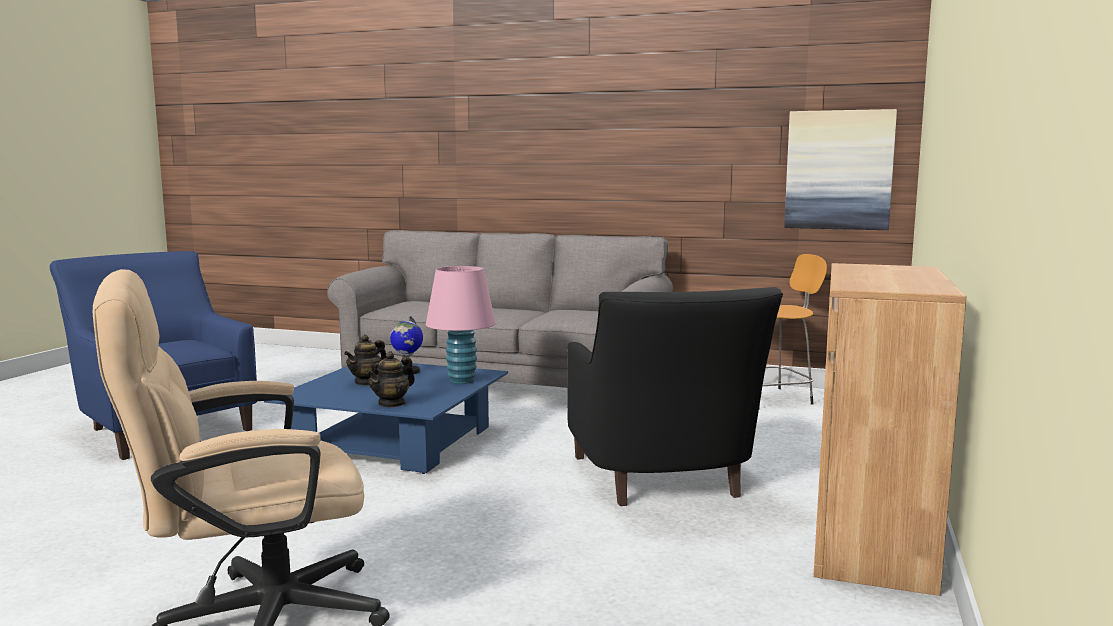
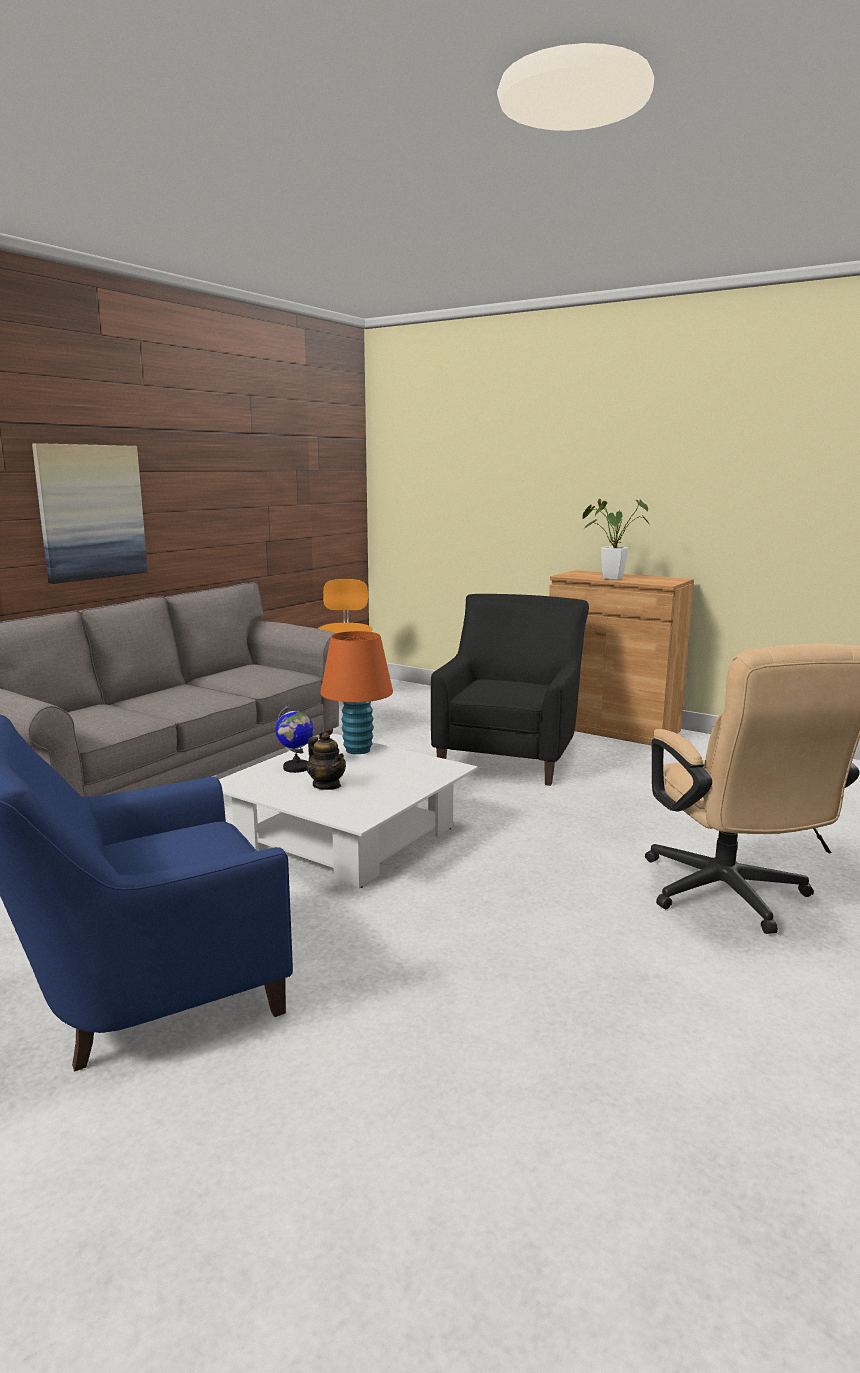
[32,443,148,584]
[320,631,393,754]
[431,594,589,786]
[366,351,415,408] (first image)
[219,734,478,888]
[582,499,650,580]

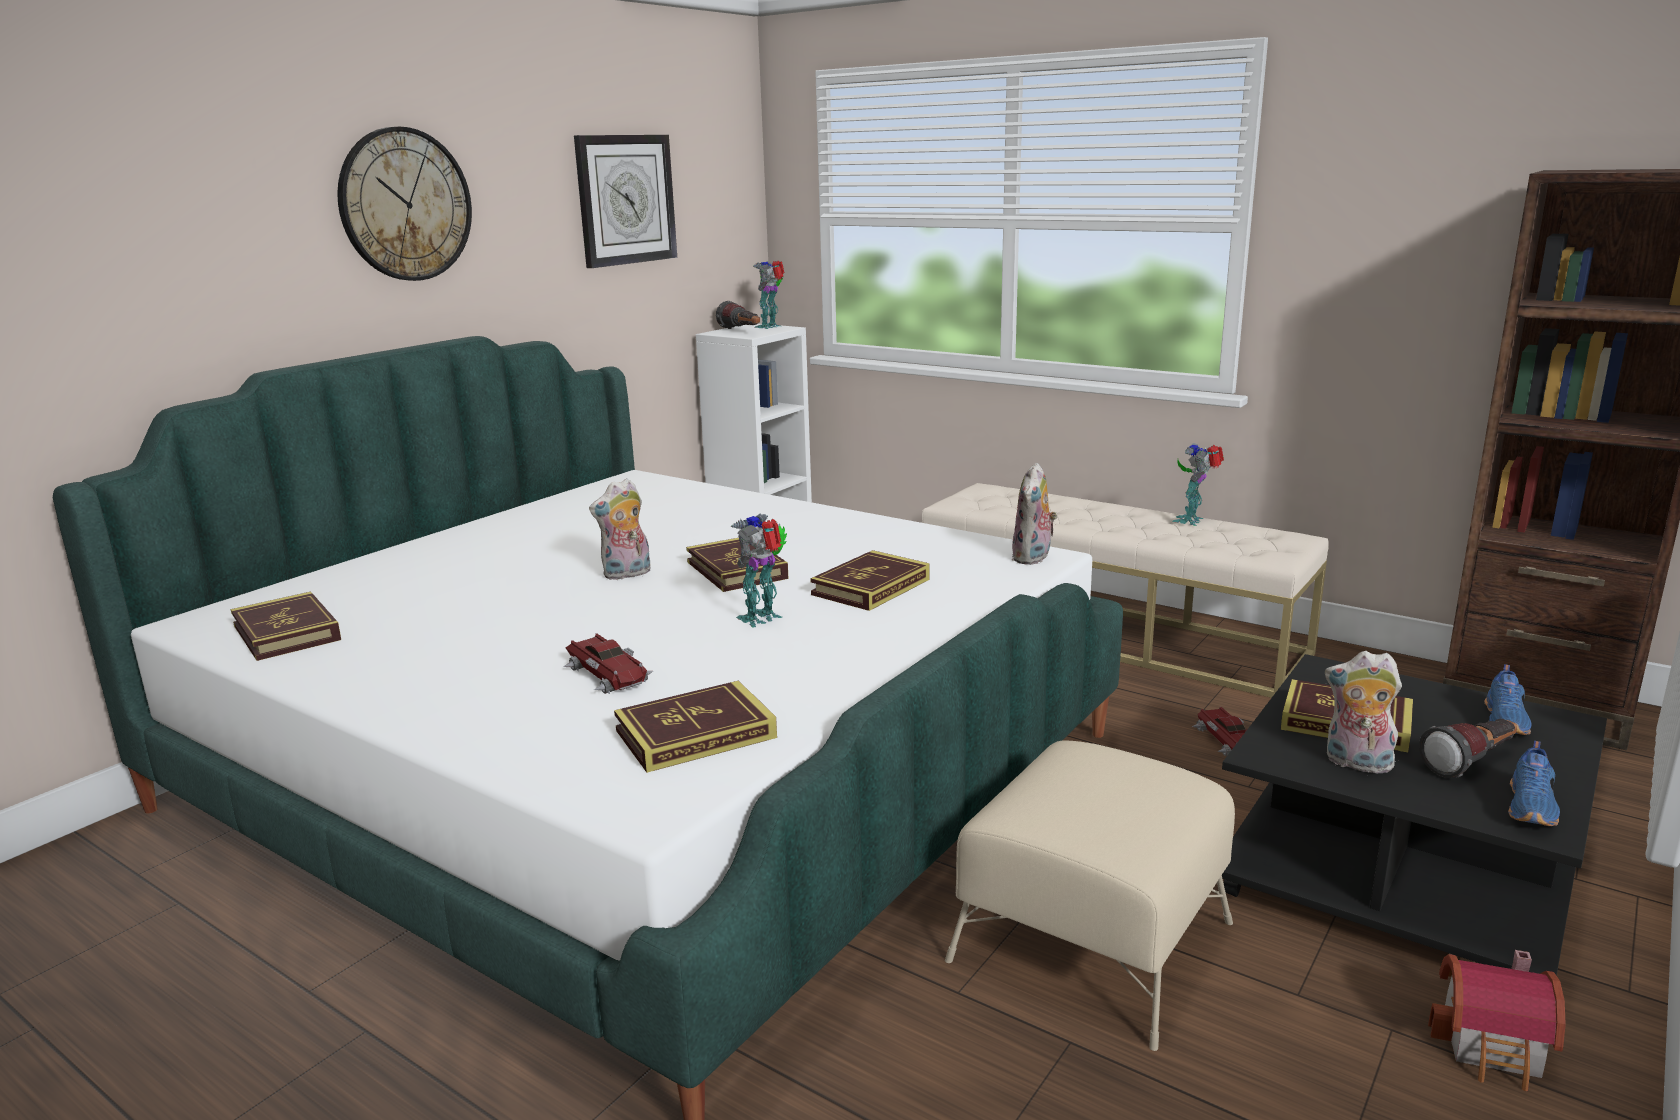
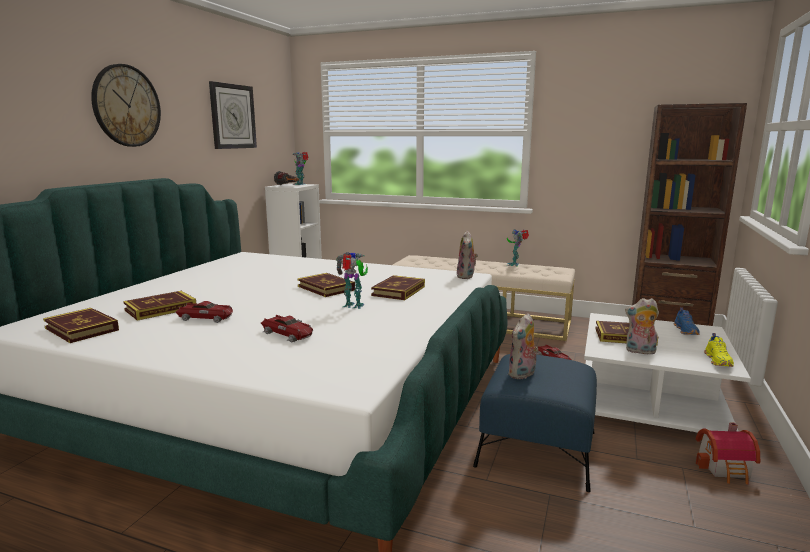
[508,313,539,380]
[336,252,368,309]
[584,313,751,433]
[123,291,196,321]
[1419,719,1517,778] (first image)
[473,354,597,492]
[704,333,734,367]
[176,301,233,323]

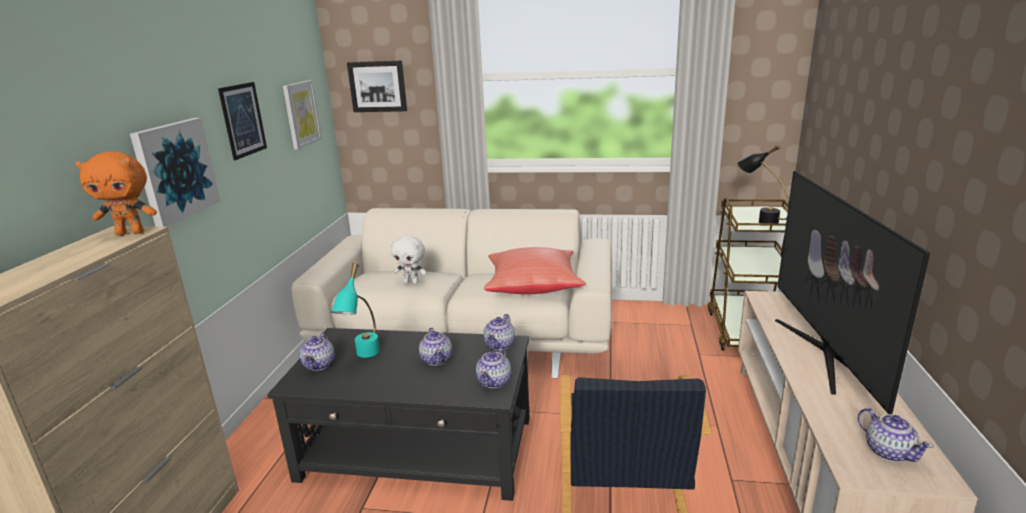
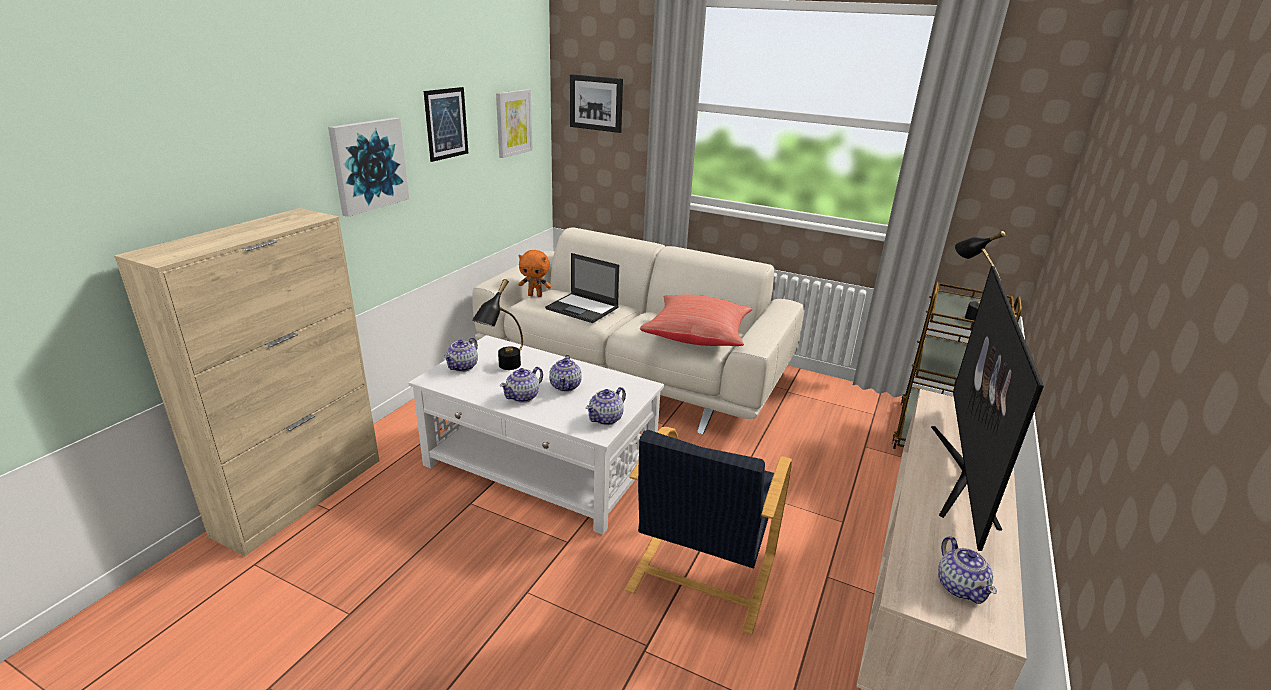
[518,250,551,297]
[545,253,619,323]
[472,279,523,370]
[500,367,543,403]
[409,335,664,535]

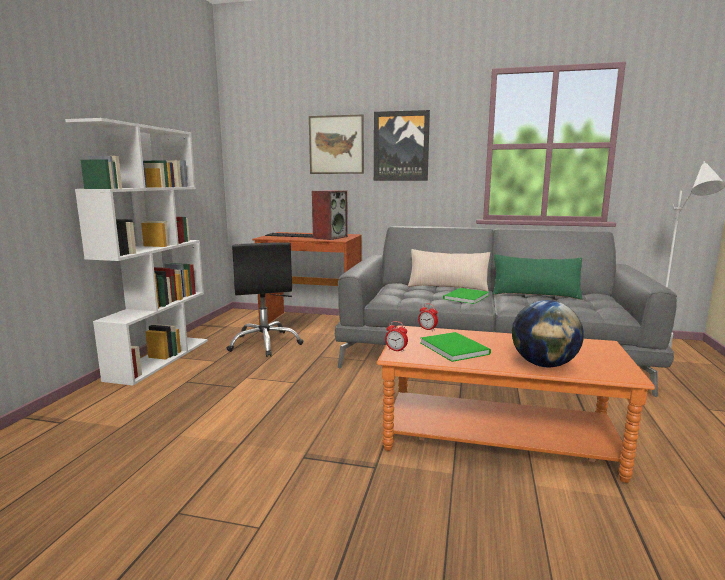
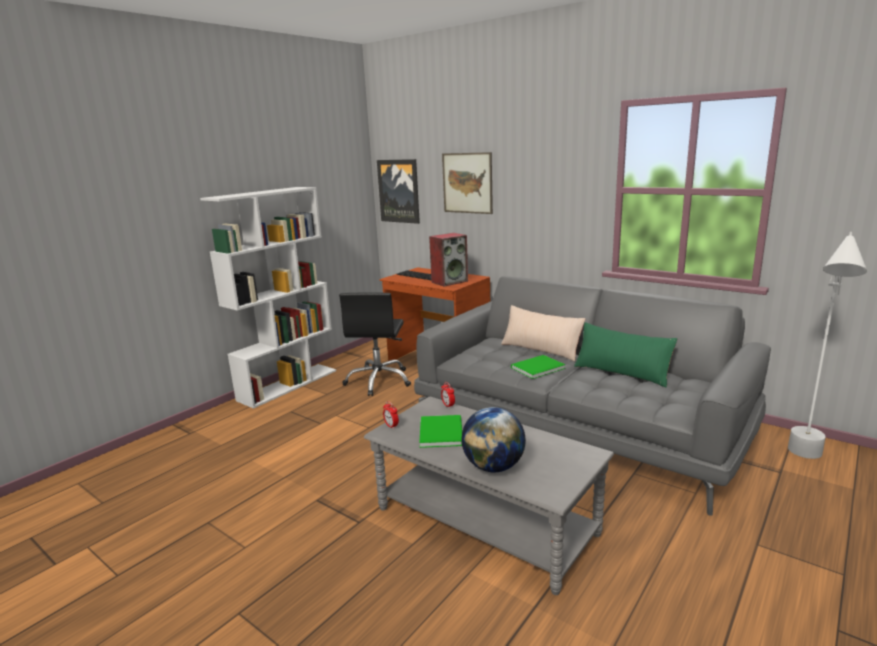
[377,159,420,224]
[364,397,614,595]

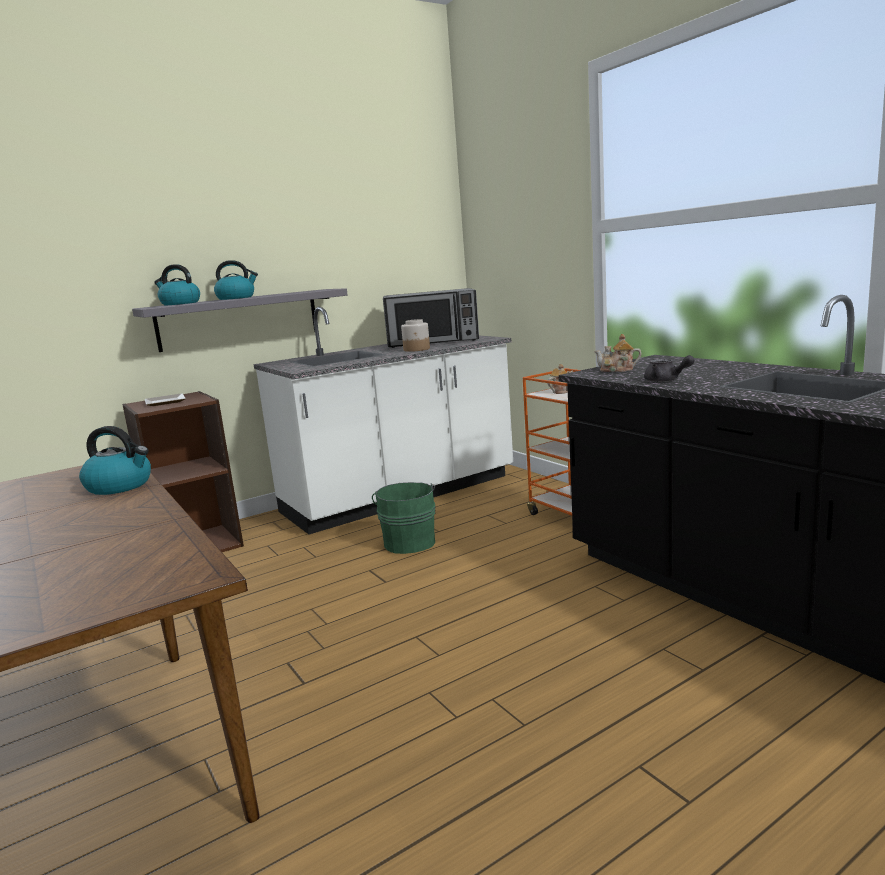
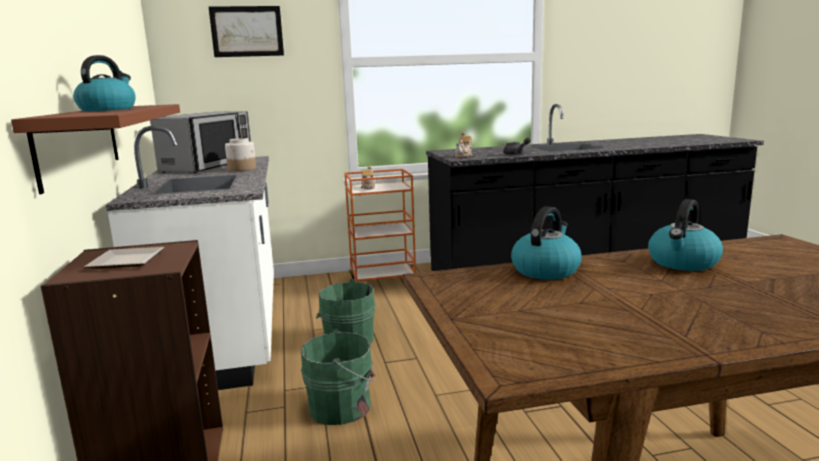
[648,199,723,271]
[11,104,180,194]
[209,6,284,57]
[301,329,375,425]

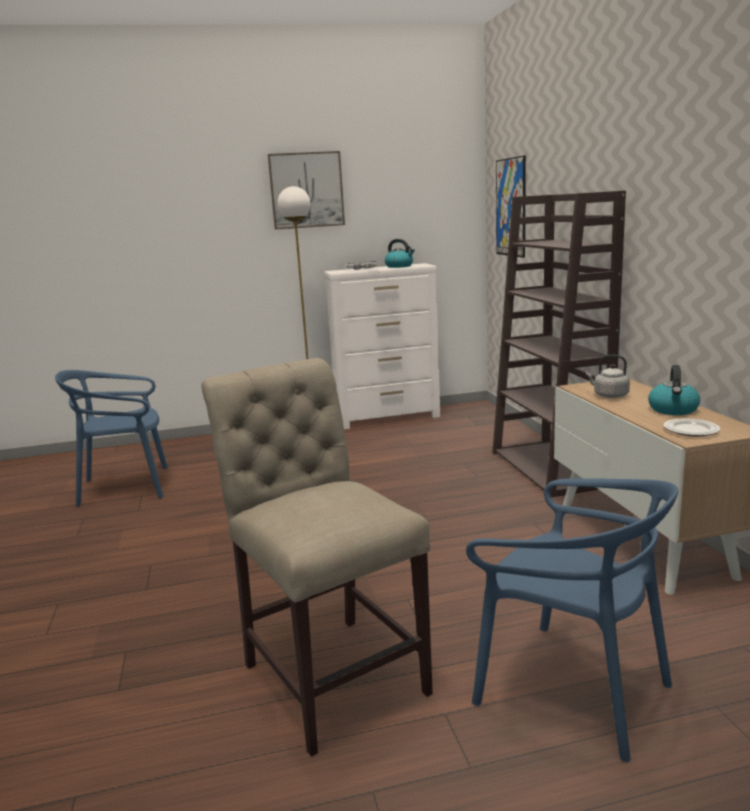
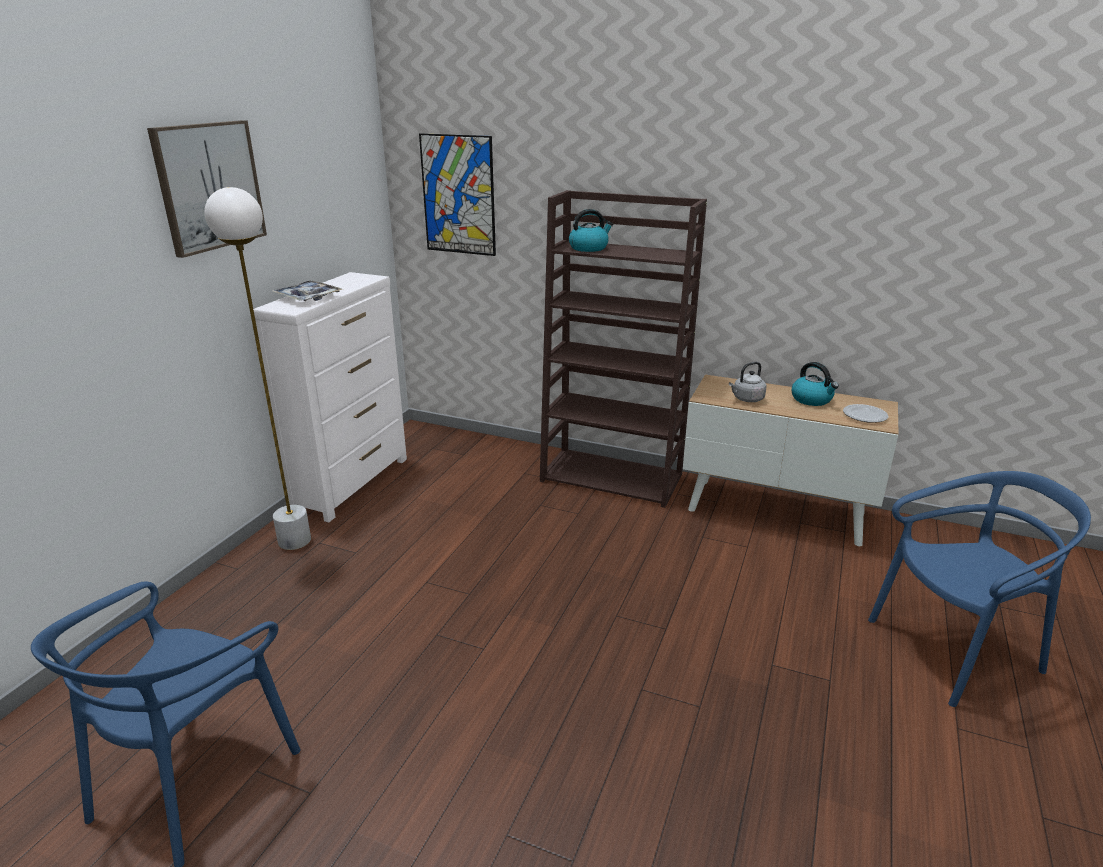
[569,209,613,252]
[201,358,433,757] (first image)

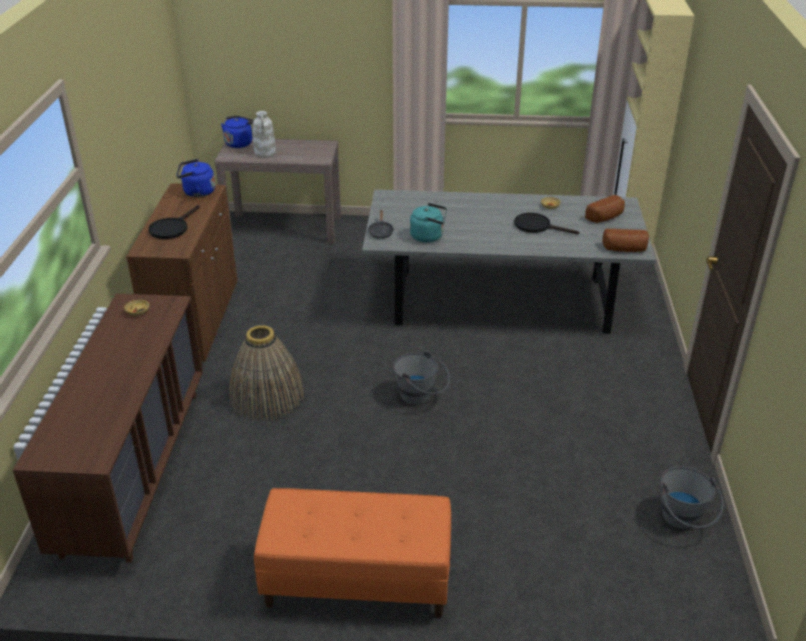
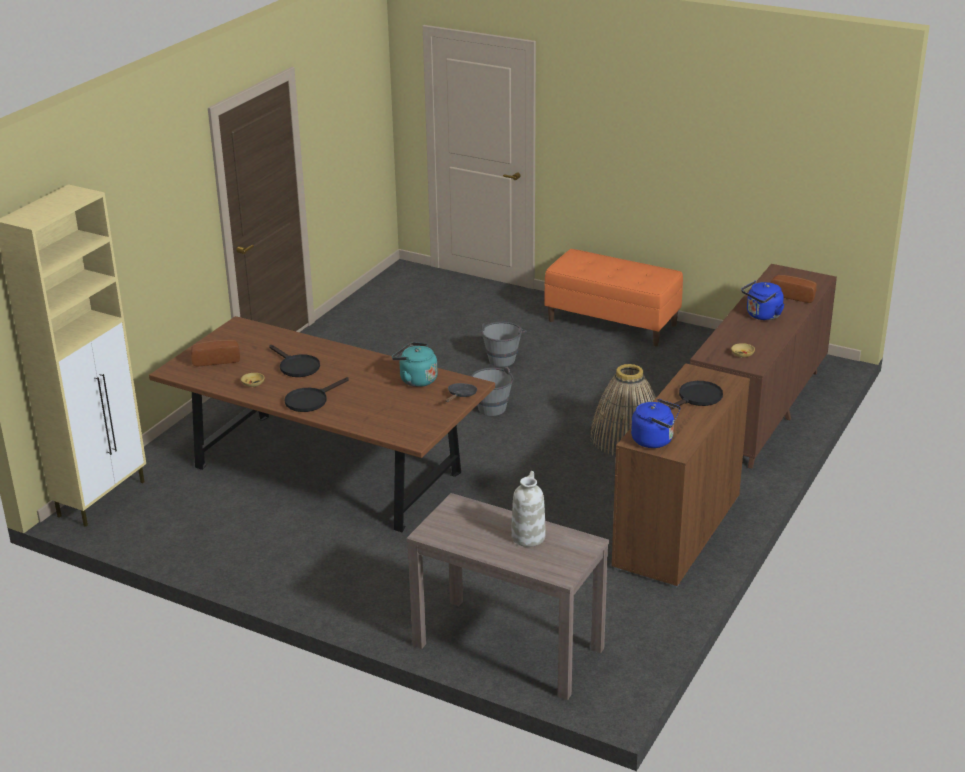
[741,280,785,320]
[149,316,495,532]
[771,275,817,303]
[481,321,527,367]
[285,377,349,412]

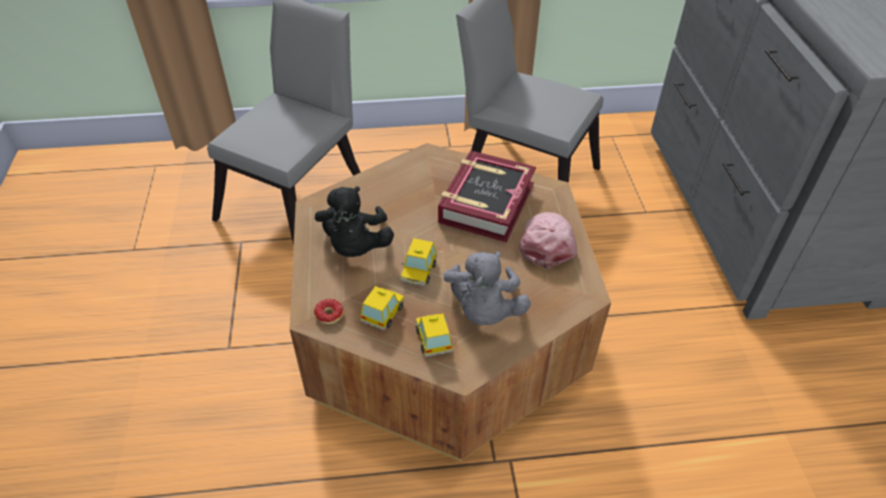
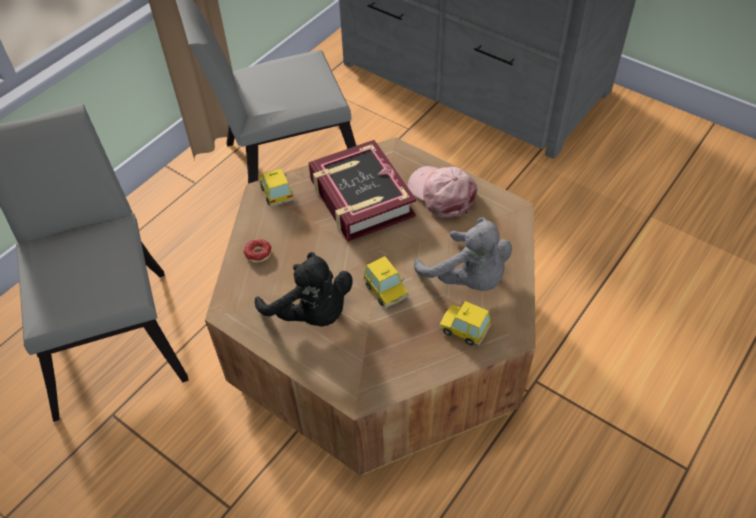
[259,168,294,207]
[244,239,272,263]

